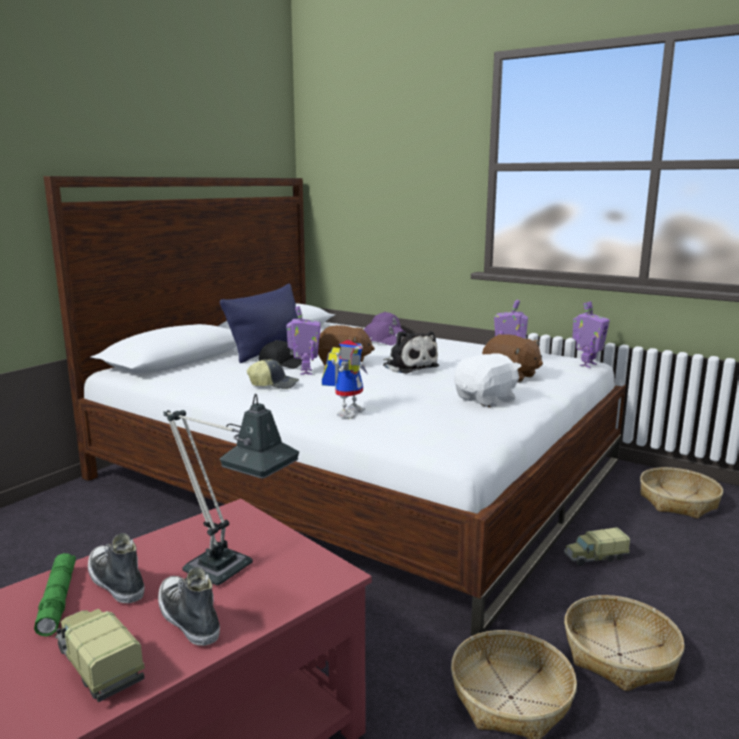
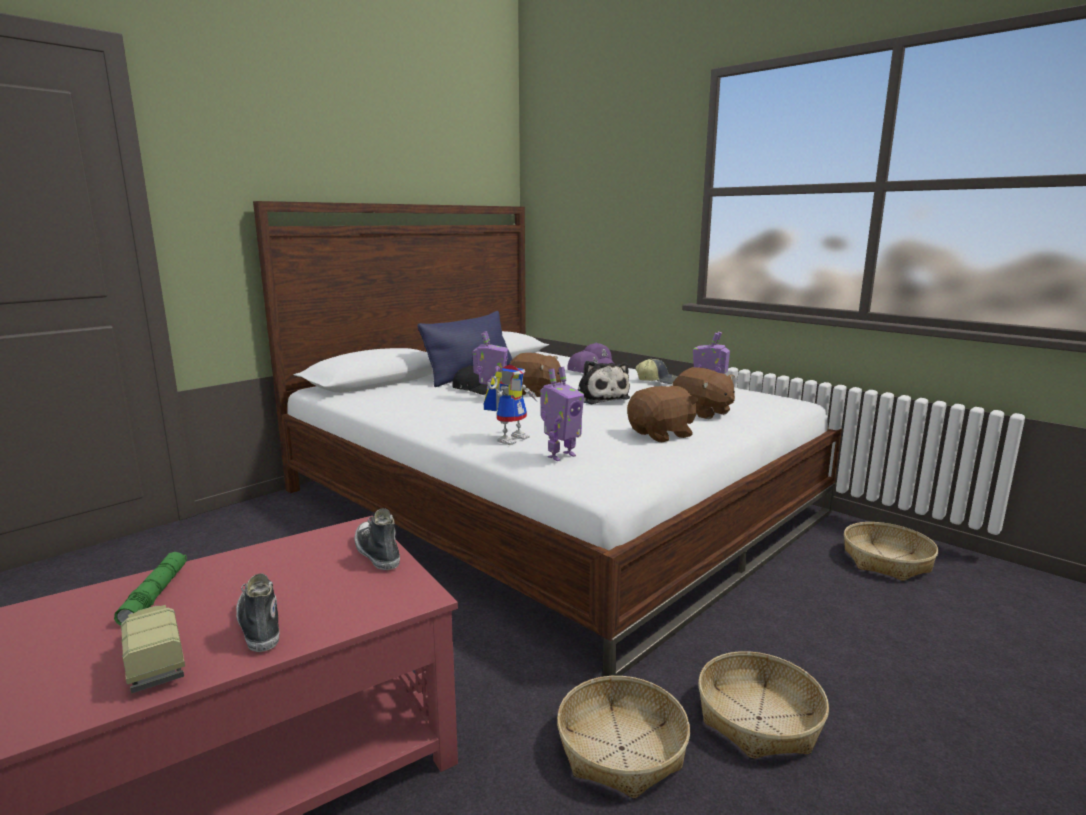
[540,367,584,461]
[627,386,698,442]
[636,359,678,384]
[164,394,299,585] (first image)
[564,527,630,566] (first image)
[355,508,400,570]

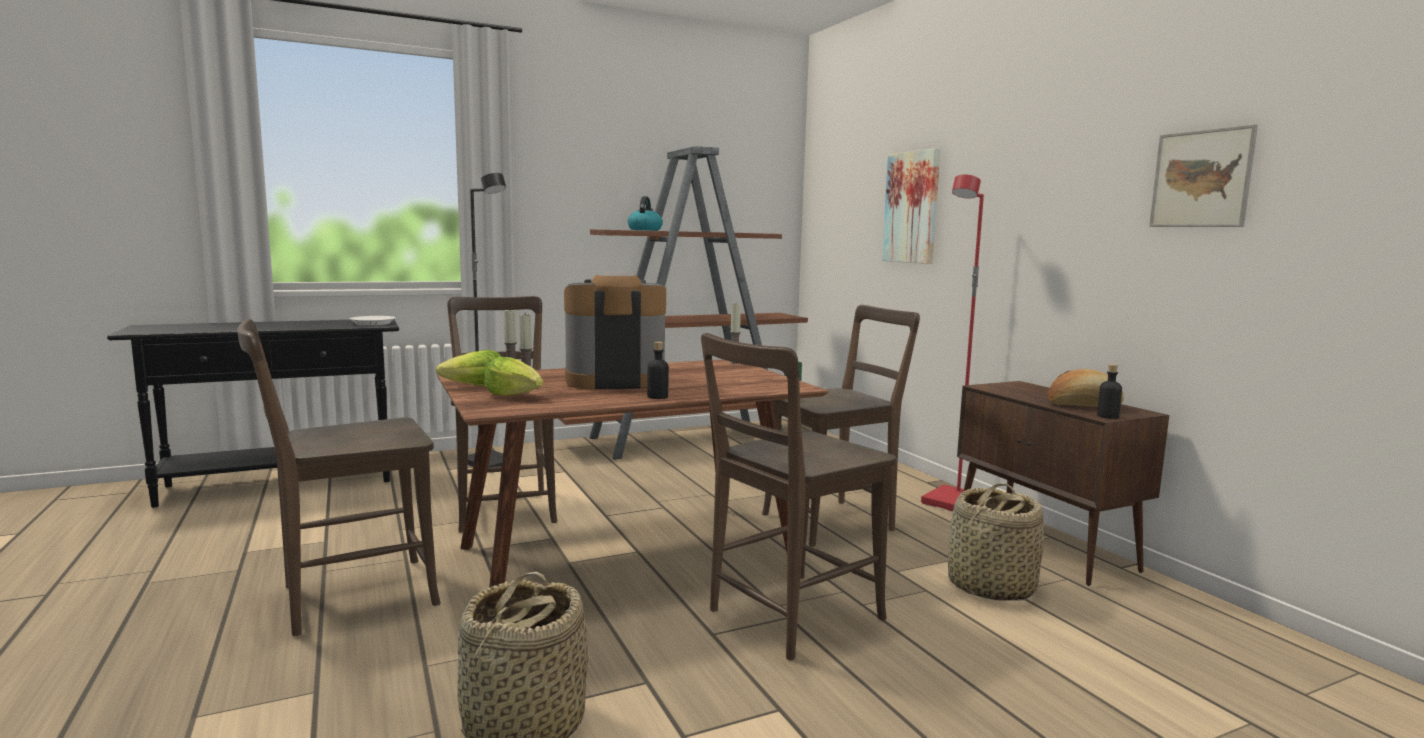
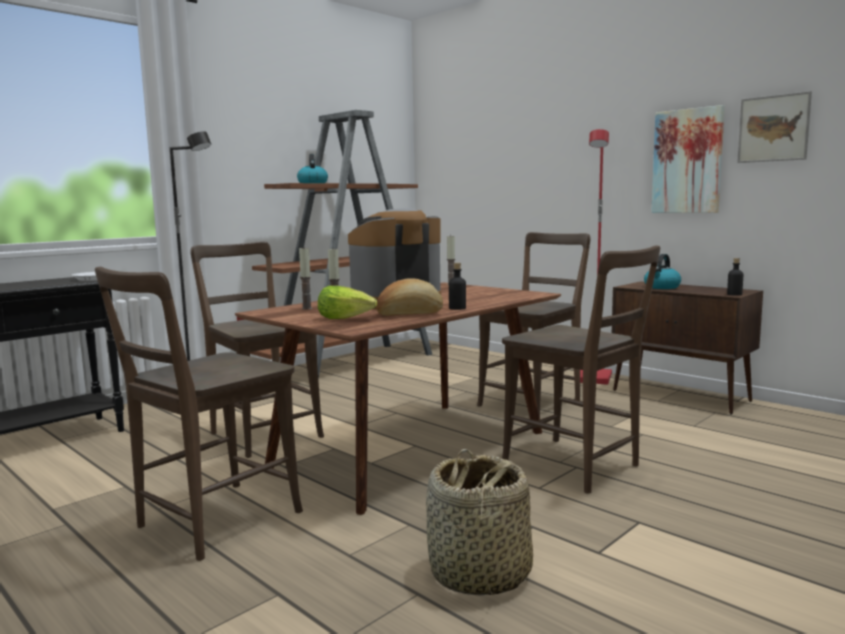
[651,105,725,213]
[502,245,660,494]
[436,350,501,386] (first image)
[376,278,443,316]
[948,483,1044,601] (first image)
[644,254,681,289]

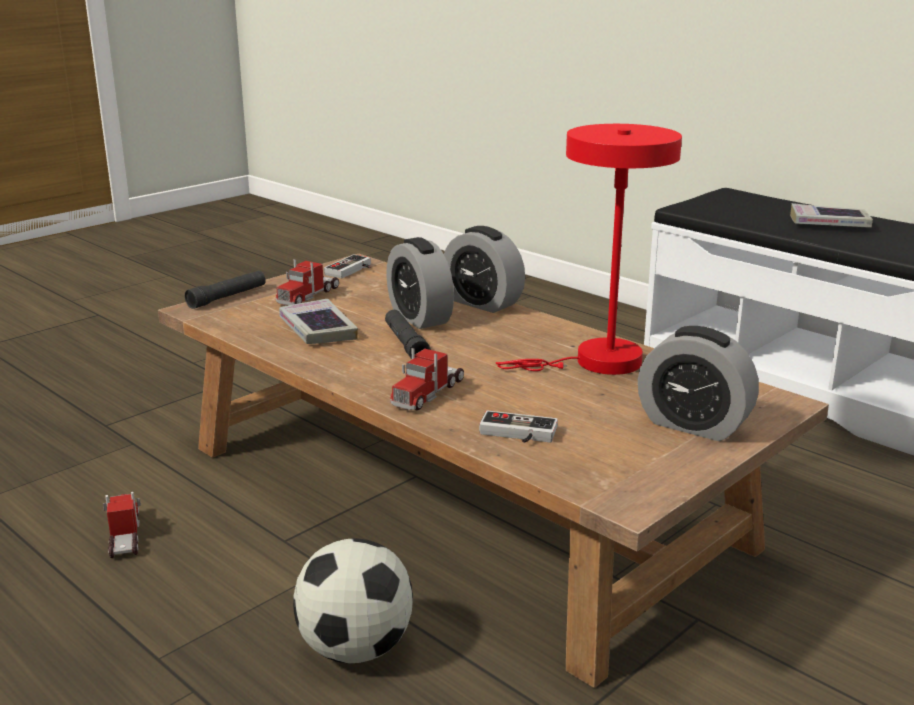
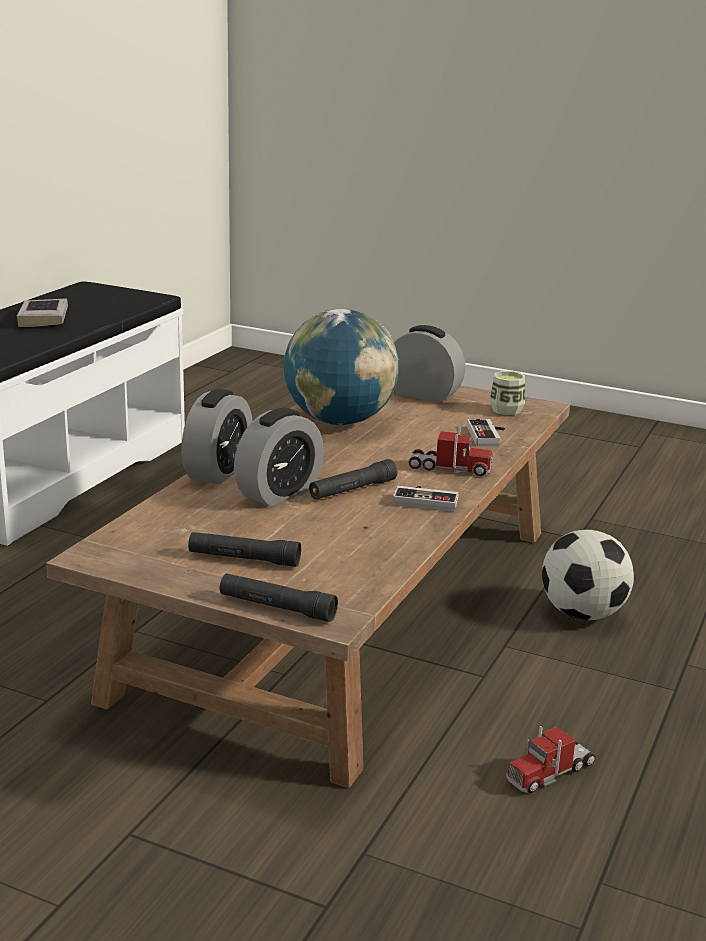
[284,309,399,425]
[393,486,459,512]
[188,532,301,567]
[279,299,358,344] (first image)
[394,325,465,403]
[490,371,525,415]

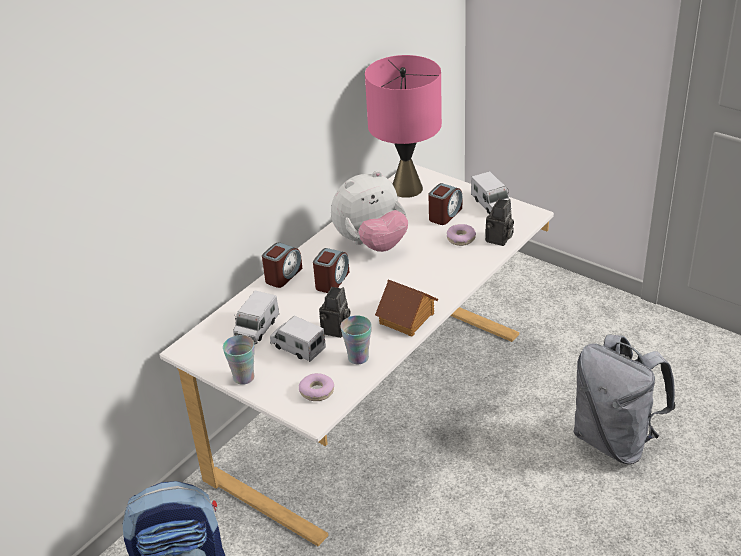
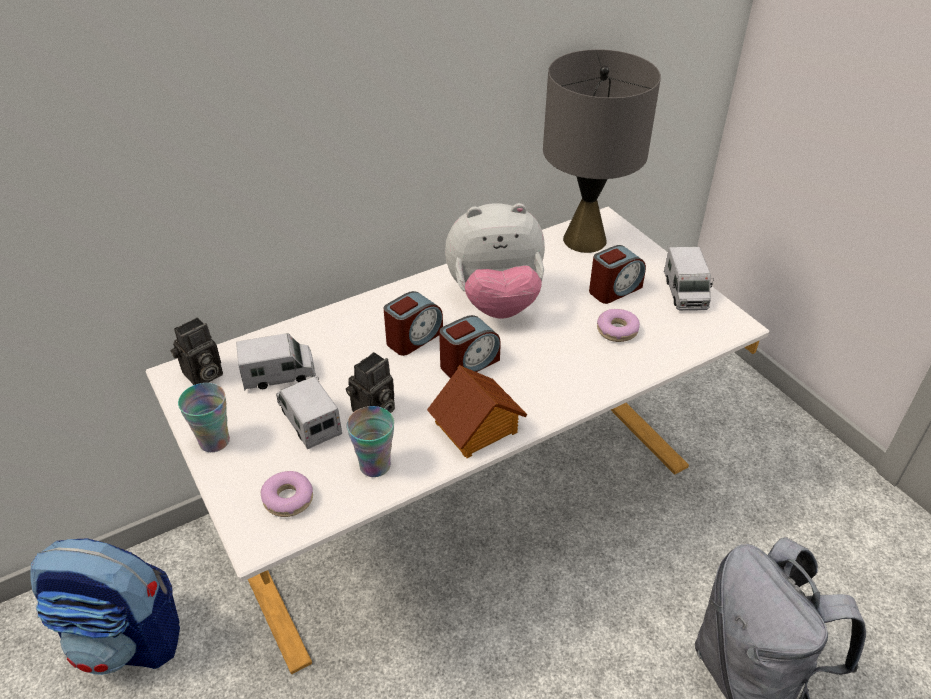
[543,49,661,253]
[170,317,223,385]
[439,315,501,378]
[236,333,316,390]

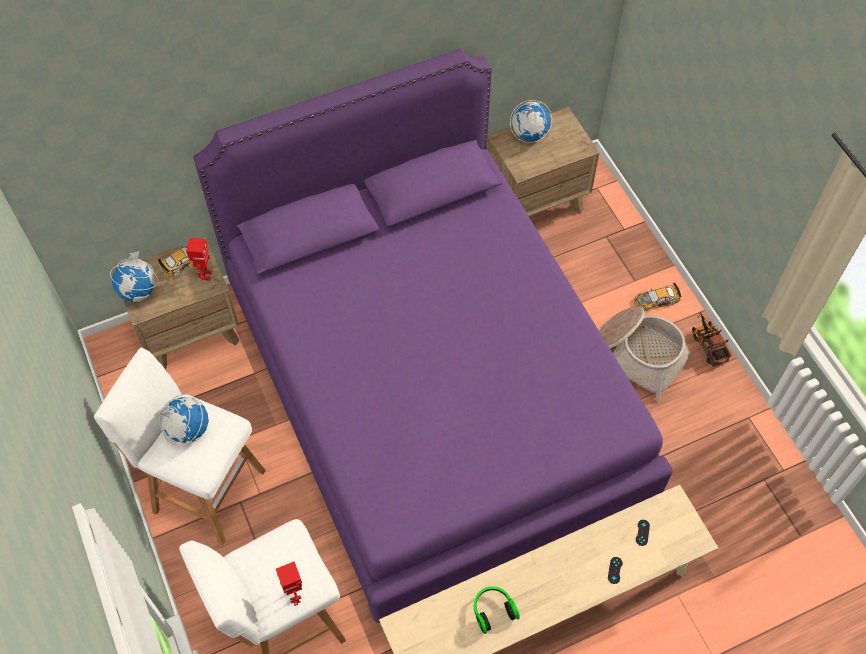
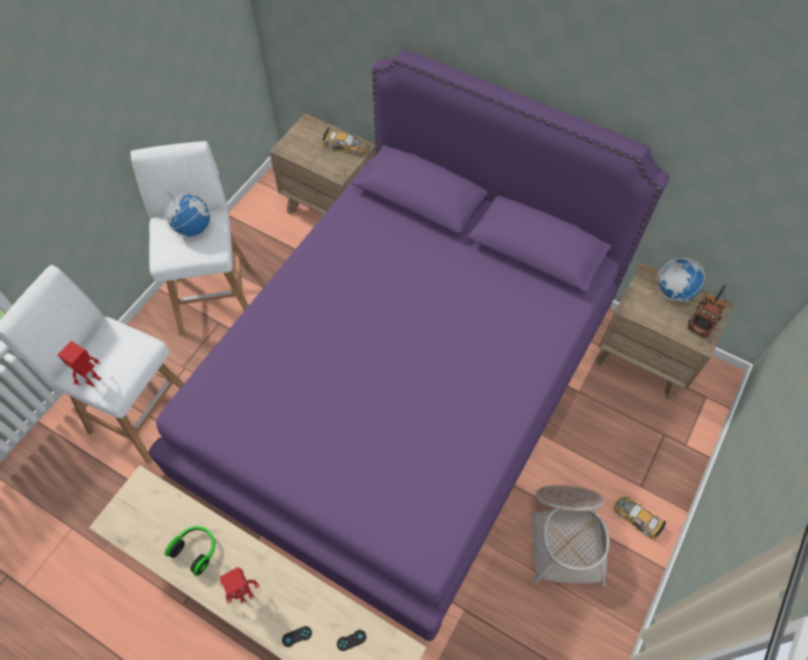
[220,567,260,604]
[110,251,158,302] (first image)
[687,283,727,338]

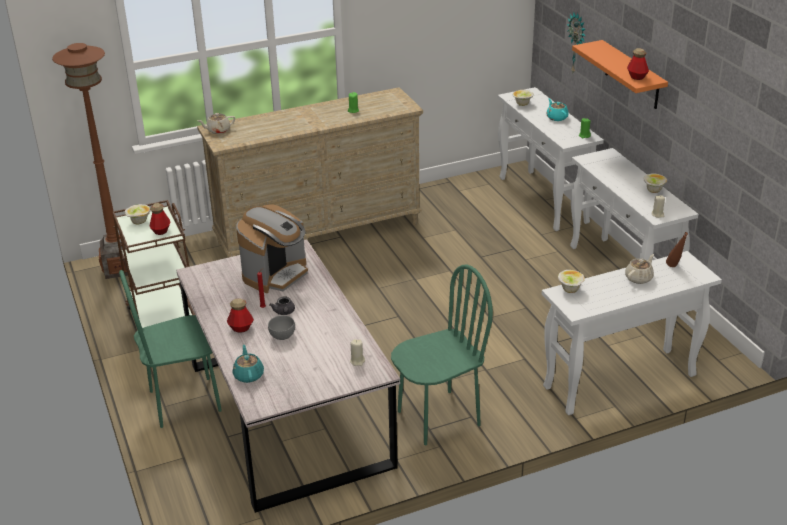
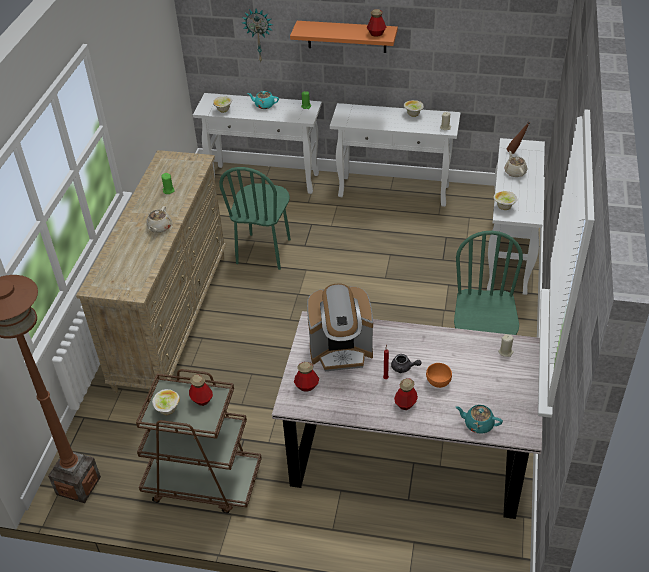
[146,206,172,233]
[307,284,373,371]
[219,167,291,270]
[426,363,452,388]
[294,362,319,392]

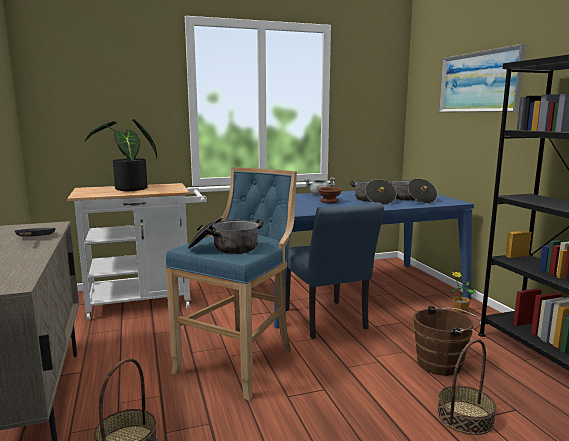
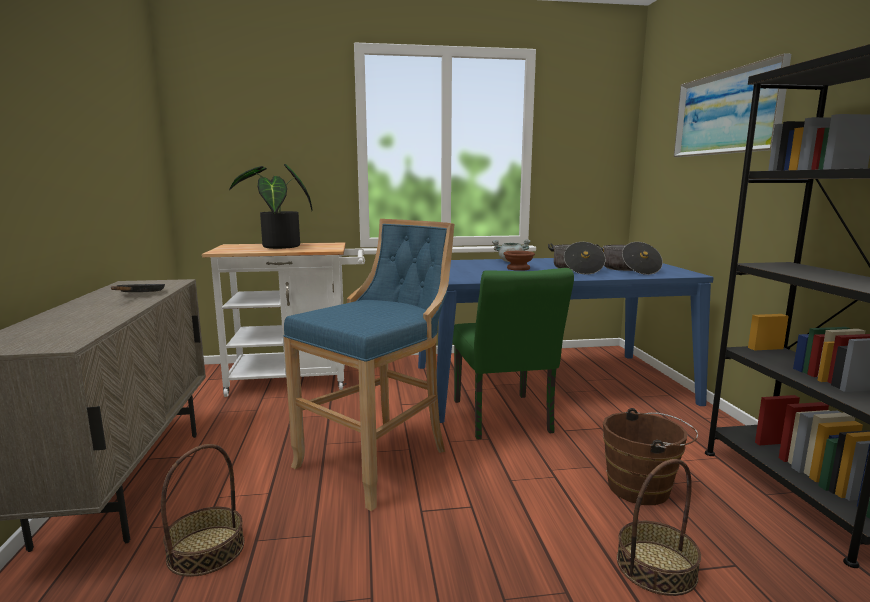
[452,268,574,440]
[188,218,263,254] (first image)
[450,271,476,314] (first image)

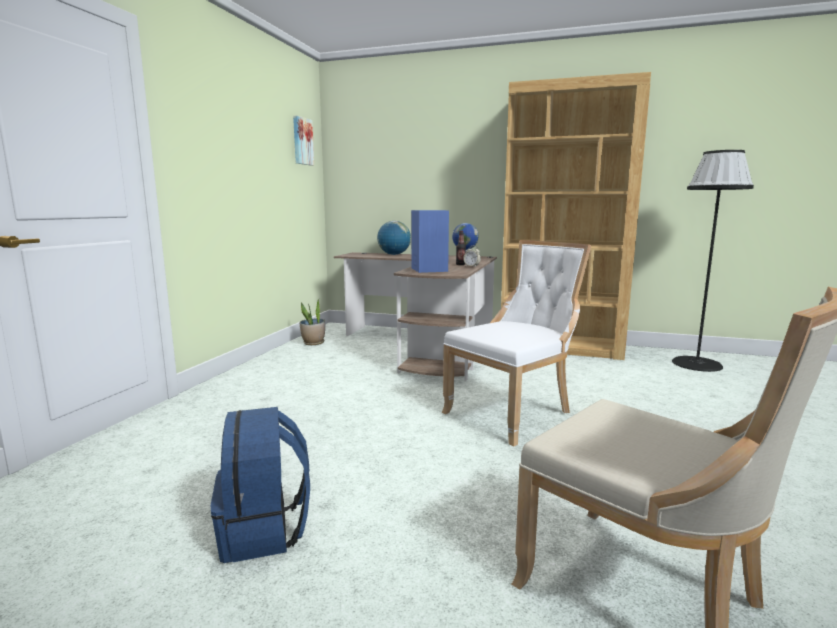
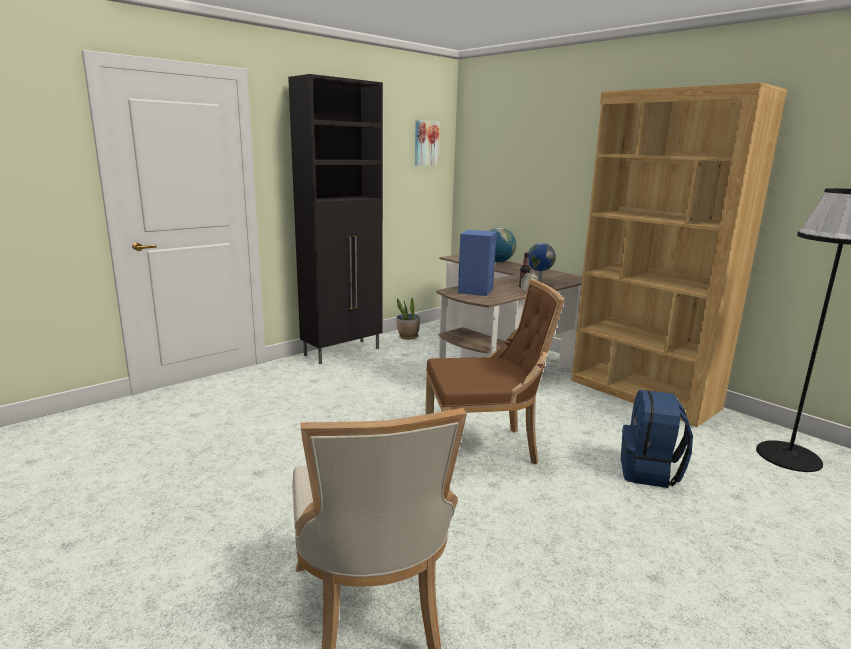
[425,279,565,464]
[621,390,693,488]
[288,74,383,364]

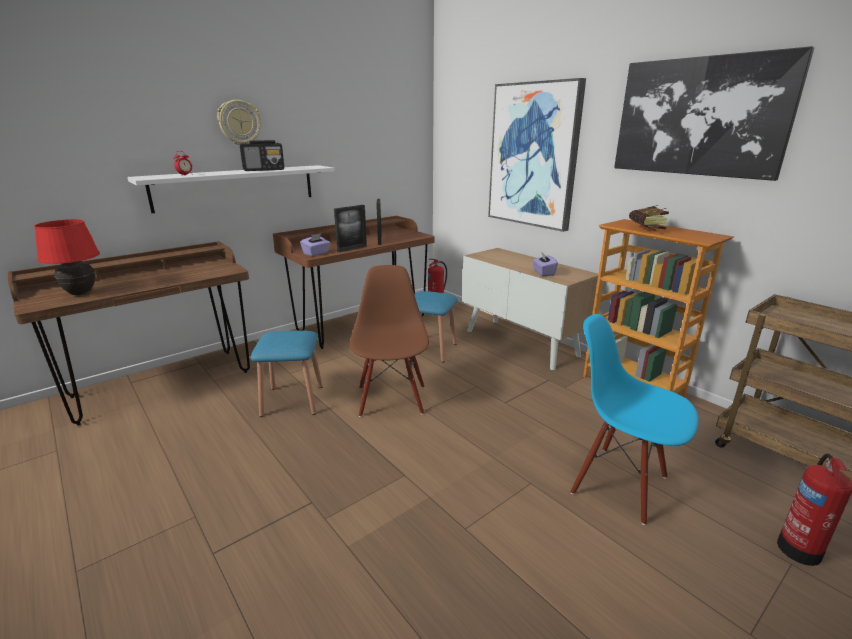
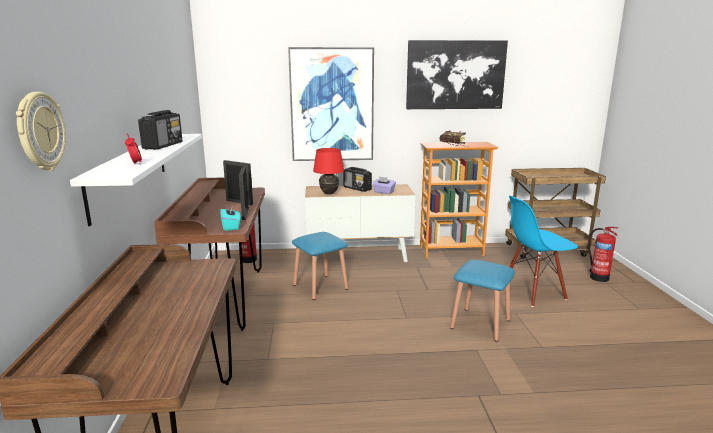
[16,92,66,171]
[313,148,345,194]
[220,205,241,231]
[350,265,429,417] (first image)
[450,260,515,342]
[343,167,372,192]

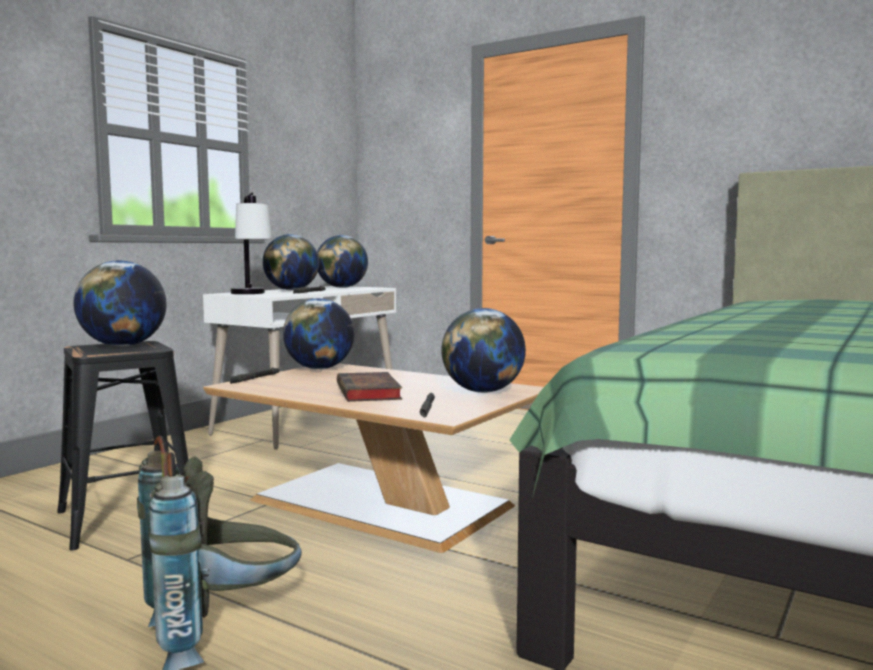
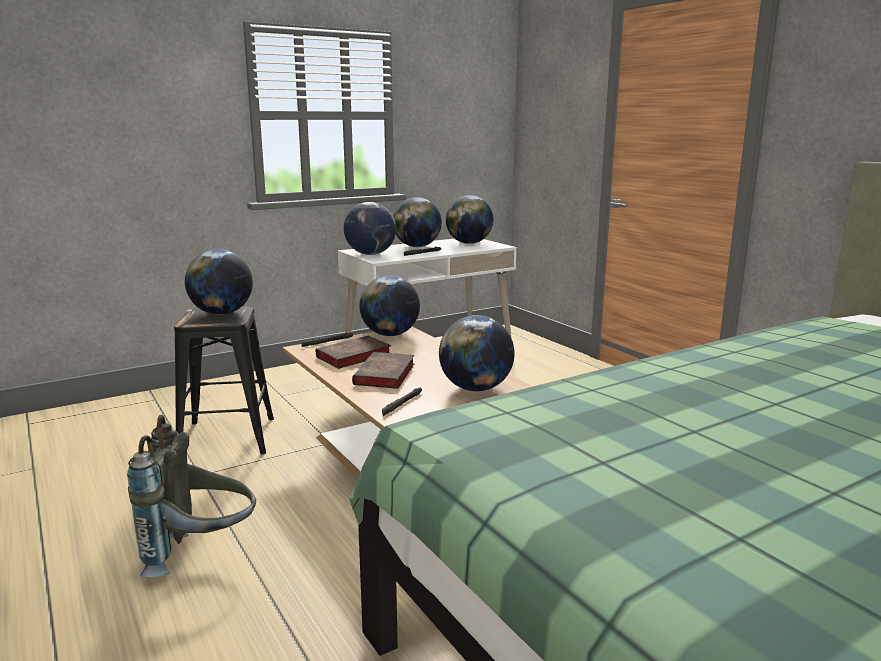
[344,202,396,255]
[316,336,391,369]

